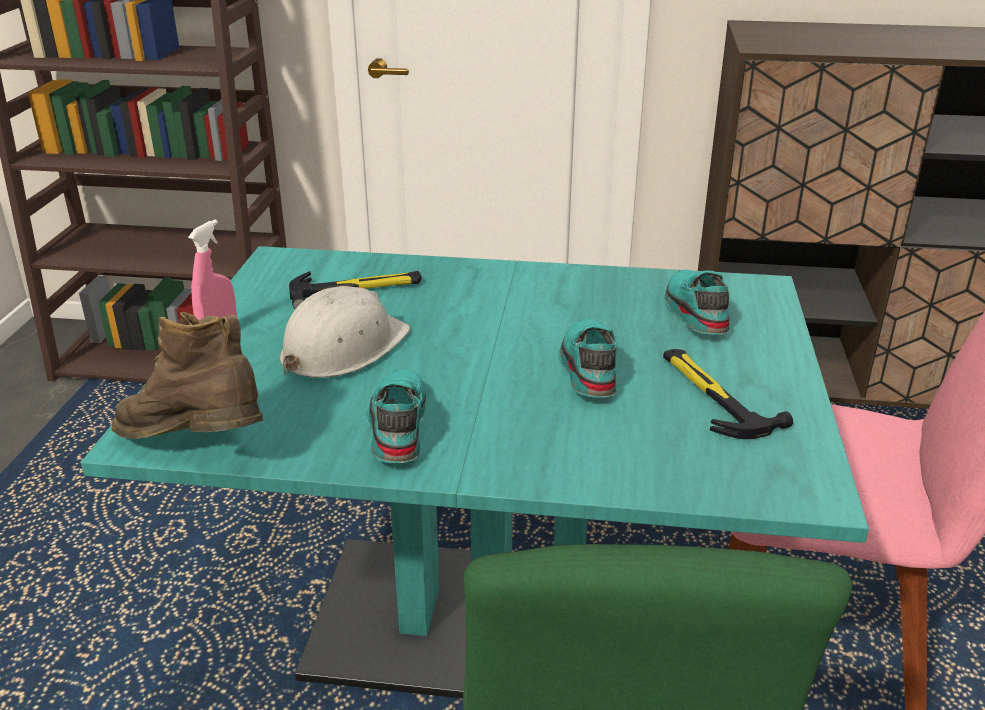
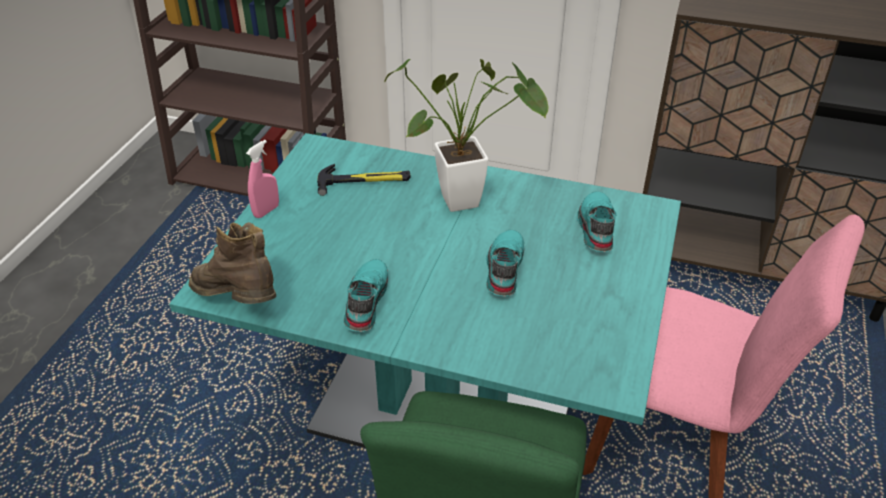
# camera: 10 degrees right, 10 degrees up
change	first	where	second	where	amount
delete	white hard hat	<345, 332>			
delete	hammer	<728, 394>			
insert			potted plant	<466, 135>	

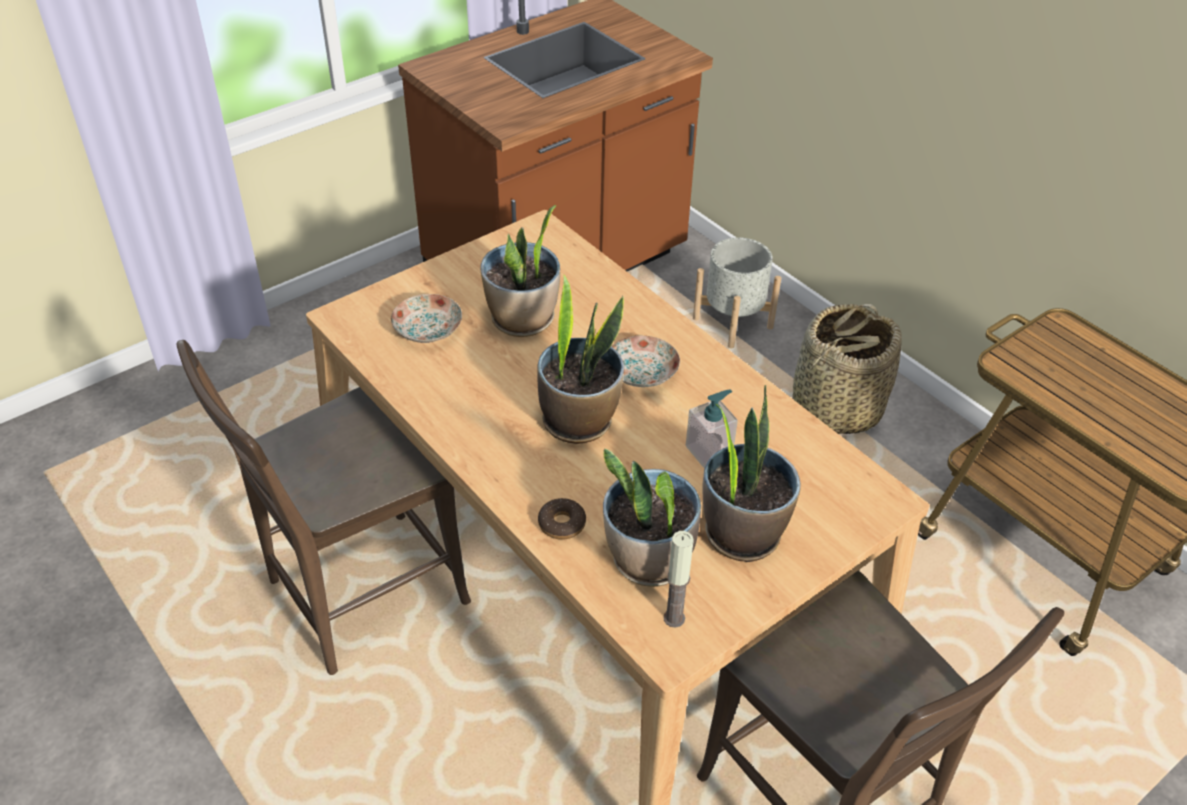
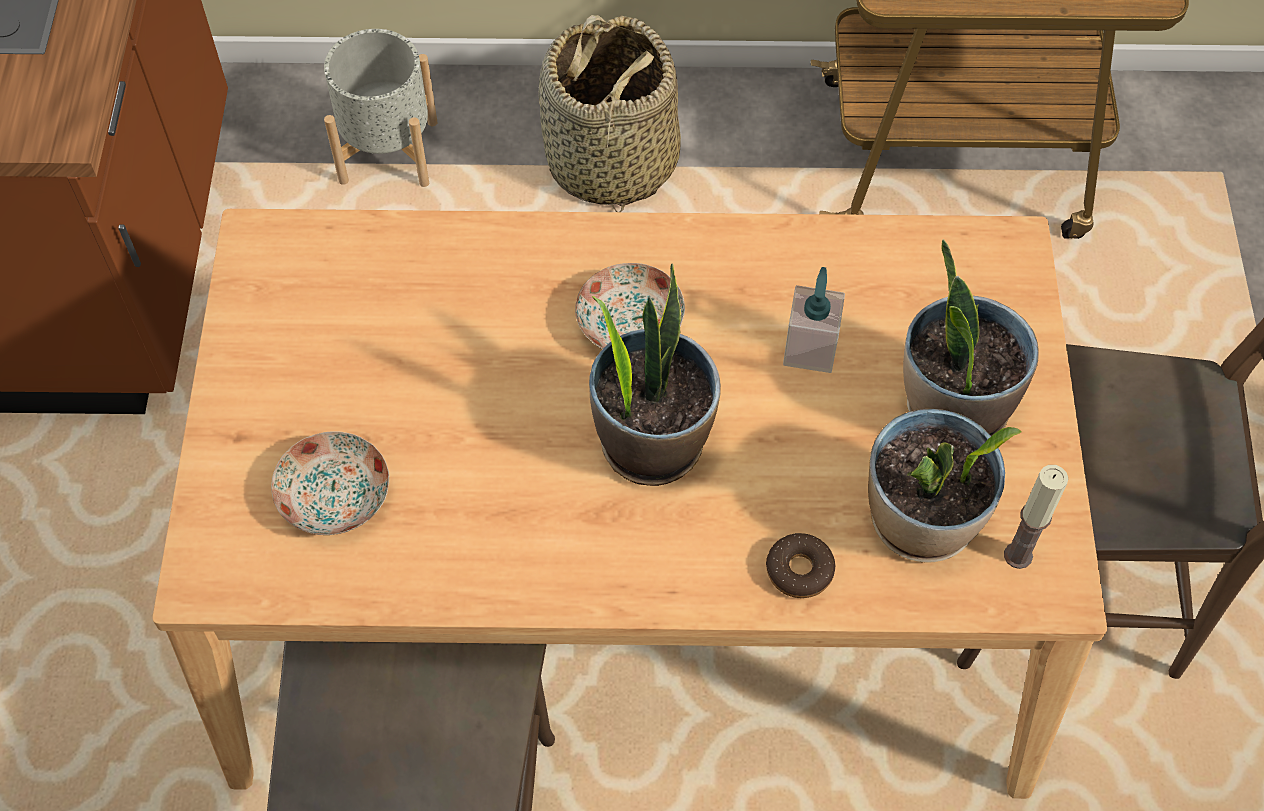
# camera: 50 degrees left, 15 degrees up
change	first	where	second	where	amount
delete	potted plant	<520, 271>			

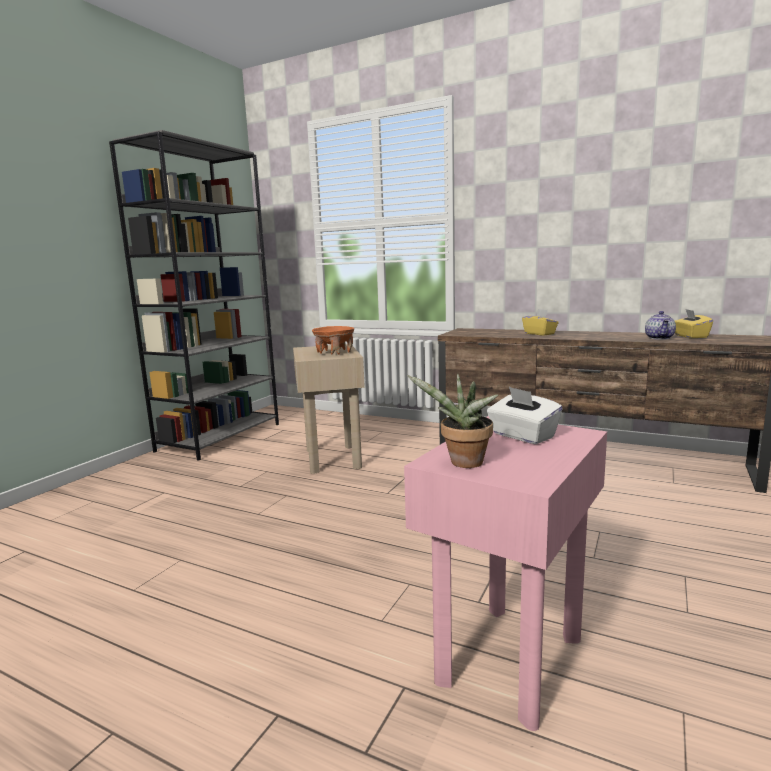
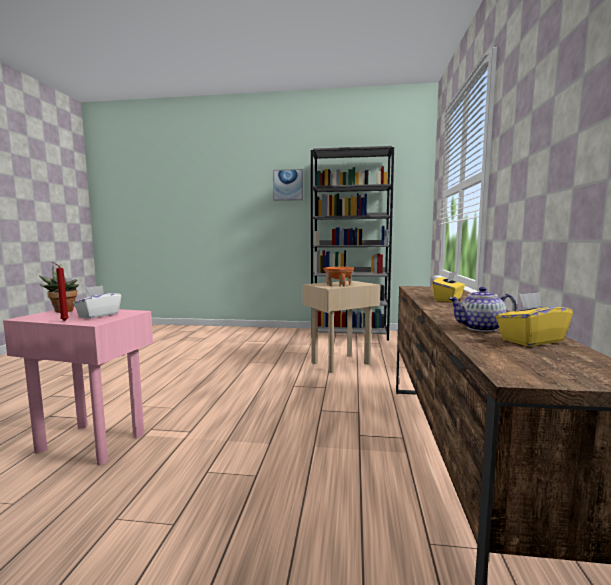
# camera: 70 degrees right, 5 degrees down
change	first	where	second	where	amount
insert			picture	<288, 185>	
insert			red candle	<60, 291>	

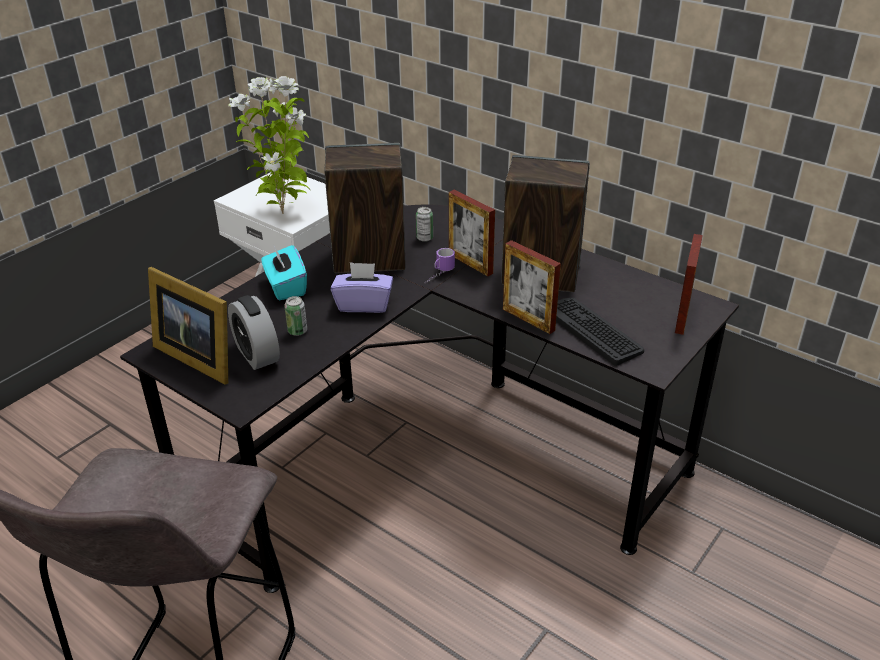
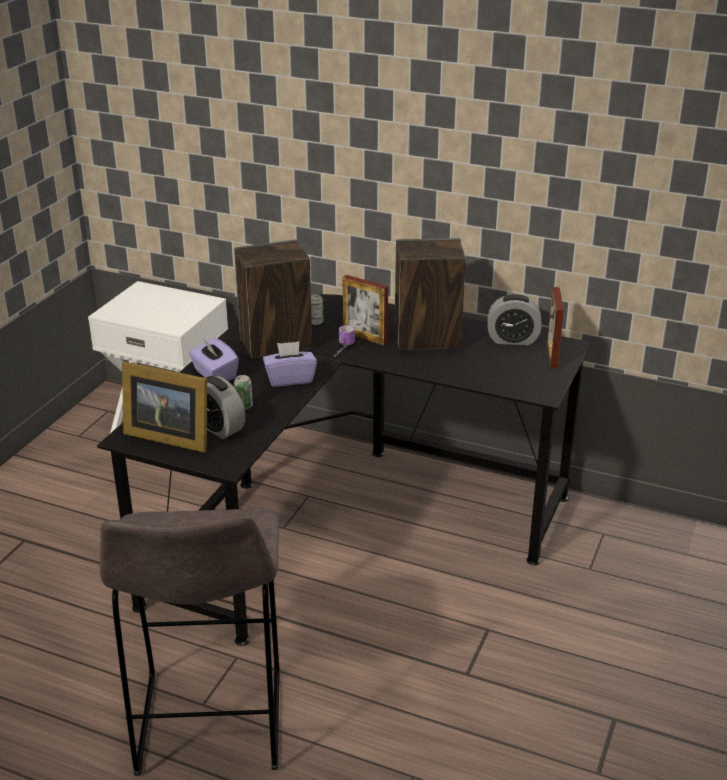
# camera: 15 degrees left, 5 degrees down
change	first	where	second	where	amount
delete	potted plant	<269, 145>			
delete	picture frame	<532, 287>			
recolor	turquoise tissue box	<284, 272>	purple tissue box	<214, 359>	
delete	keyboard	<600, 332>			
insert			alarm clock	<514, 319>	

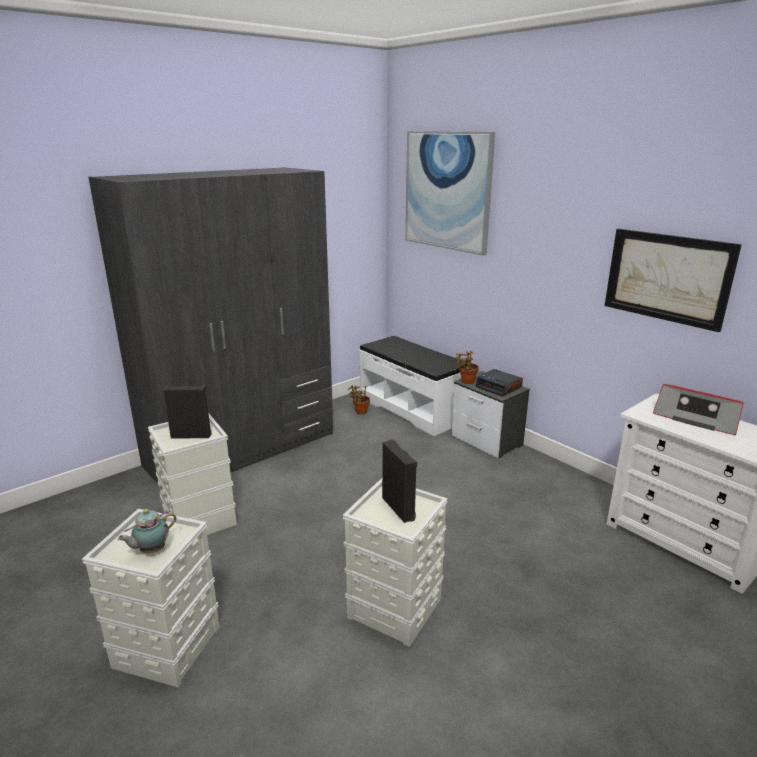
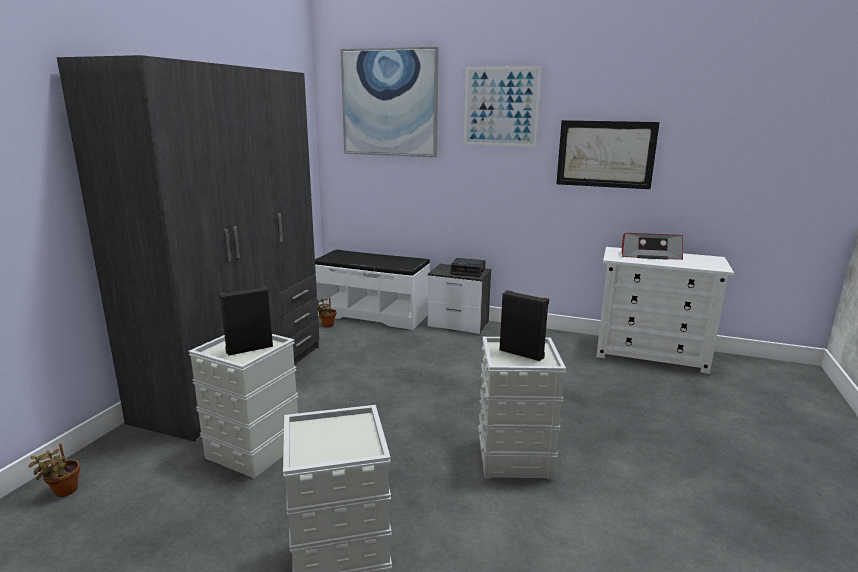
# camera: 30 degrees left, 5 degrees down
change	first	where	second	where	amount
move	potted plant	<467, 367>		<54, 470>	
delete	teapot	<147, 531>			
insert			picture	<503, 106>	

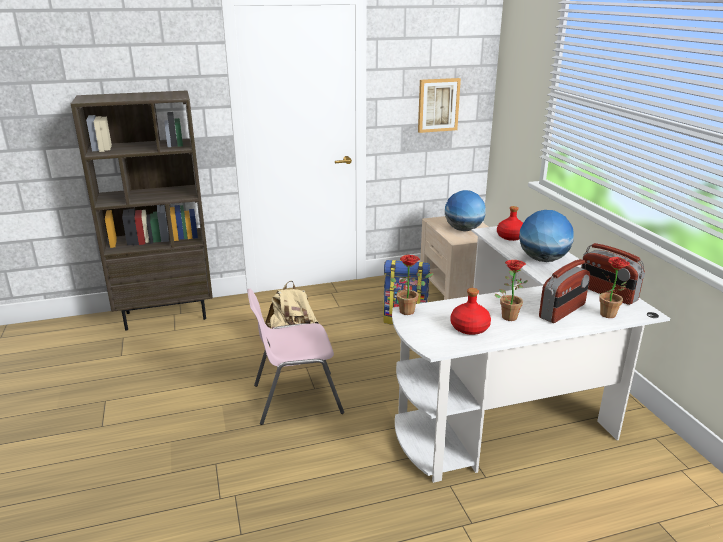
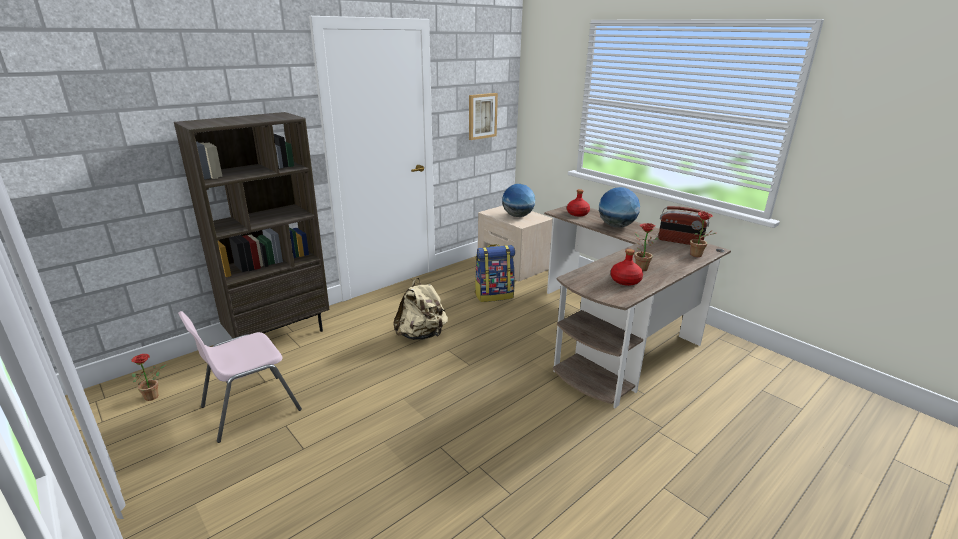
# camera: 25 degrees left, 0 degrees up
change	first	where	second	where	amount
recolor	white desk	<531, 354>	brown desk	<637, 307>	
move	potted plant	<411, 285>		<149, 377>	
delete	radio	<564, 291>			
move	pink chair	<295, 356>		<240, 377>	

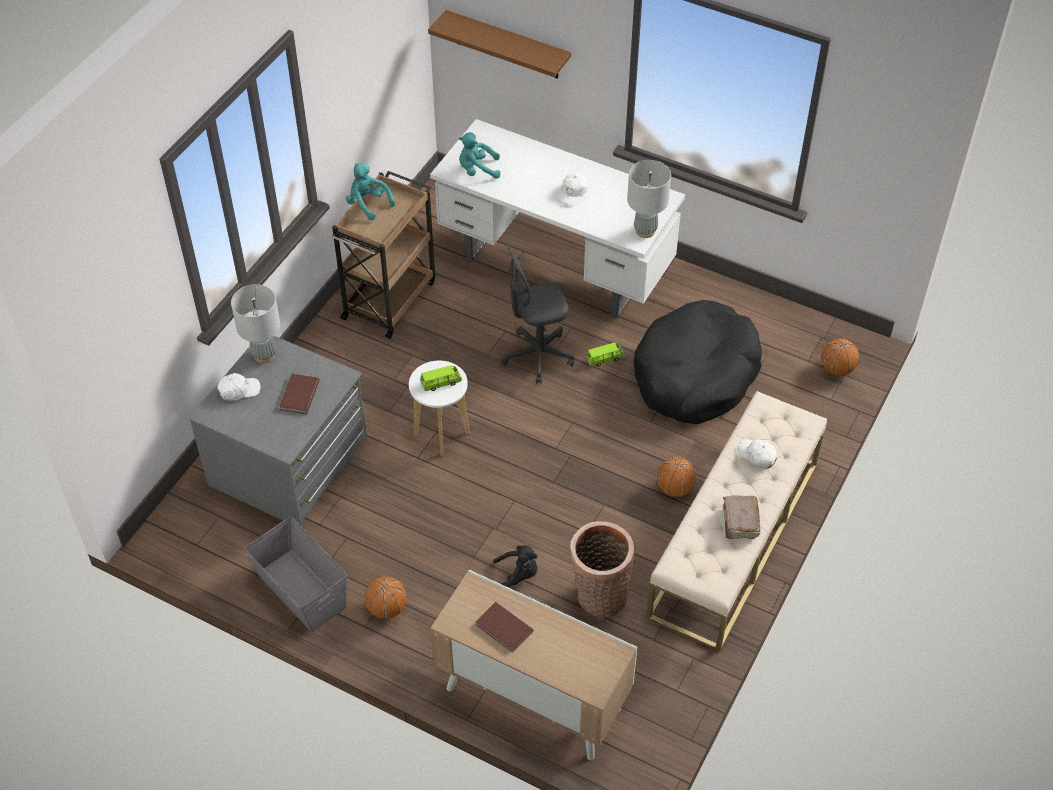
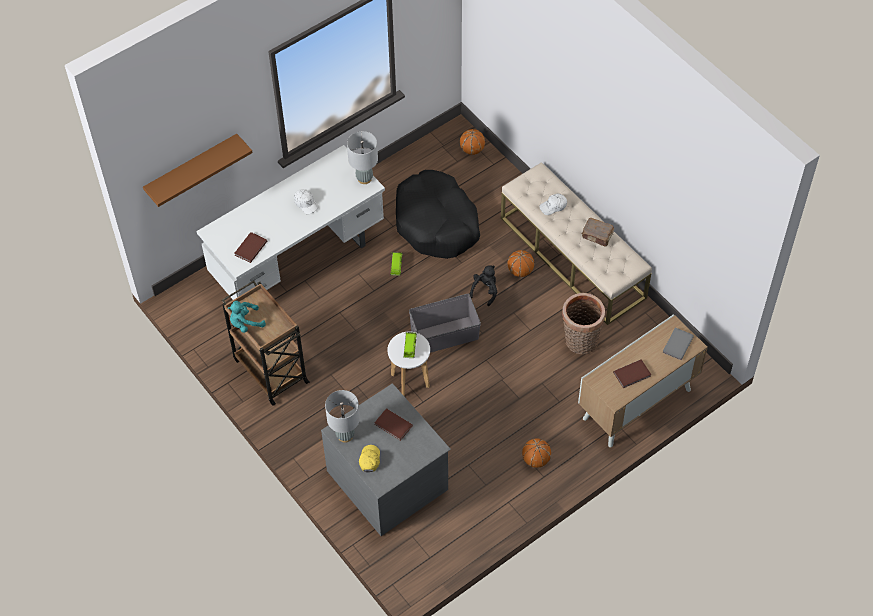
# camera: 65 degrees left, 5 degrees up
change	first	where	second	where	amount
replace	turquoise plush toy	<479, 155>	brown book	<250, 247>	
delete	grey office chair	<537, 314>			
recolor	white cap	<238, 387>	yellow cap	<369, 458>	
move	grey storage box	<296, 574>		<445, 323>	
move	black plush toy	<515, 566>		<483, 285>	
insert			grey book	<678, 343>	

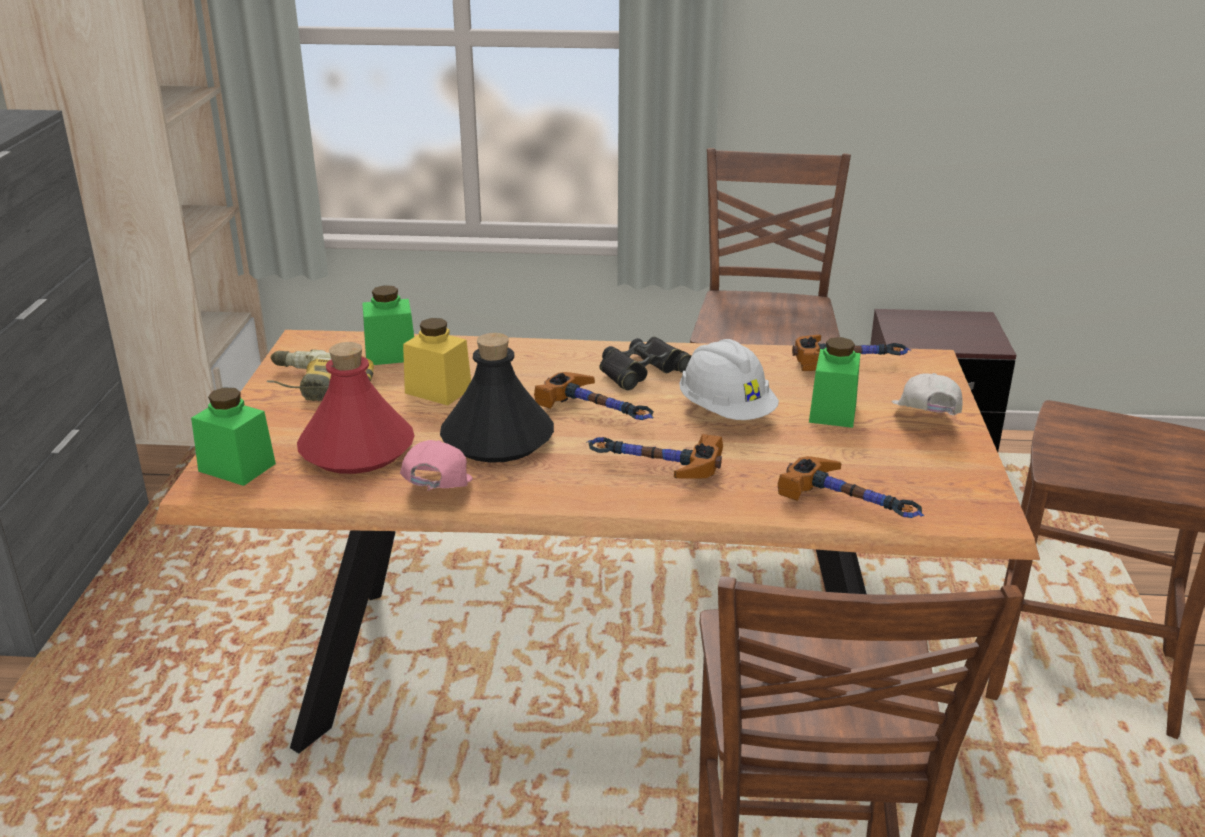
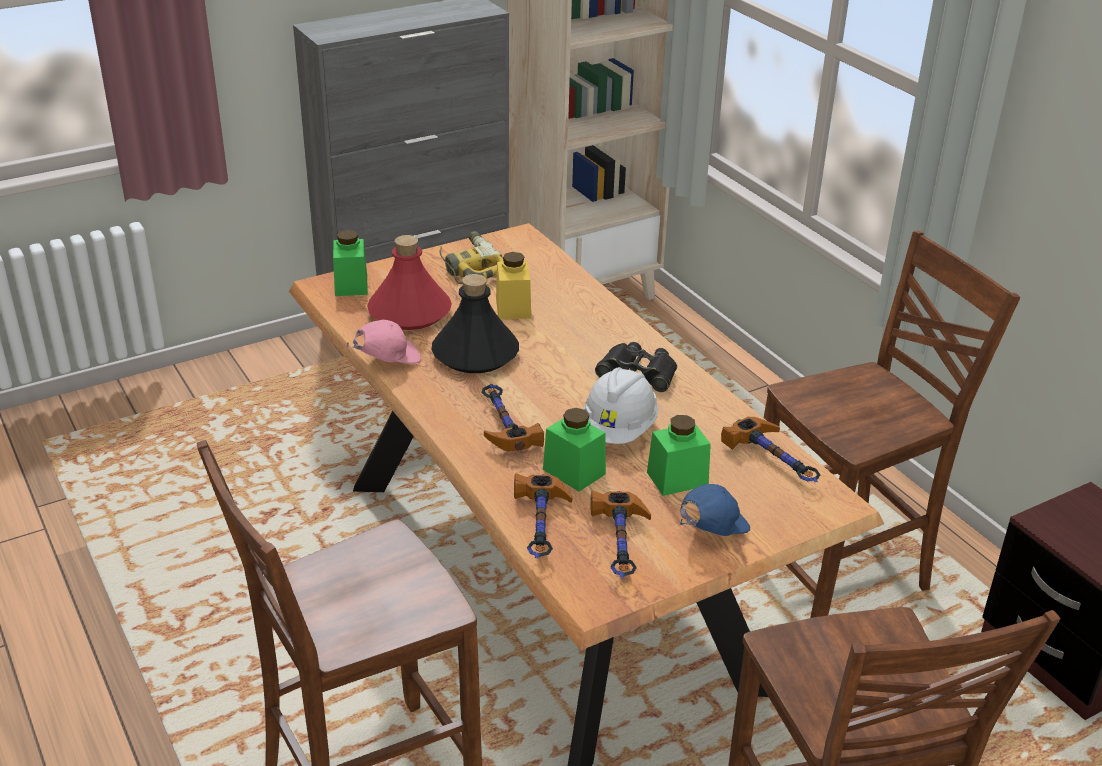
# camera: 55 degrees right, 5 degrees up
change	first	where	second	where	amount
move	green jar	<388, 325>		<574, 450>	
move	hammer	<594, 396>		<620, 534>	
recolor	white cap	<927, 394>	blue cap	<715, 510>	

